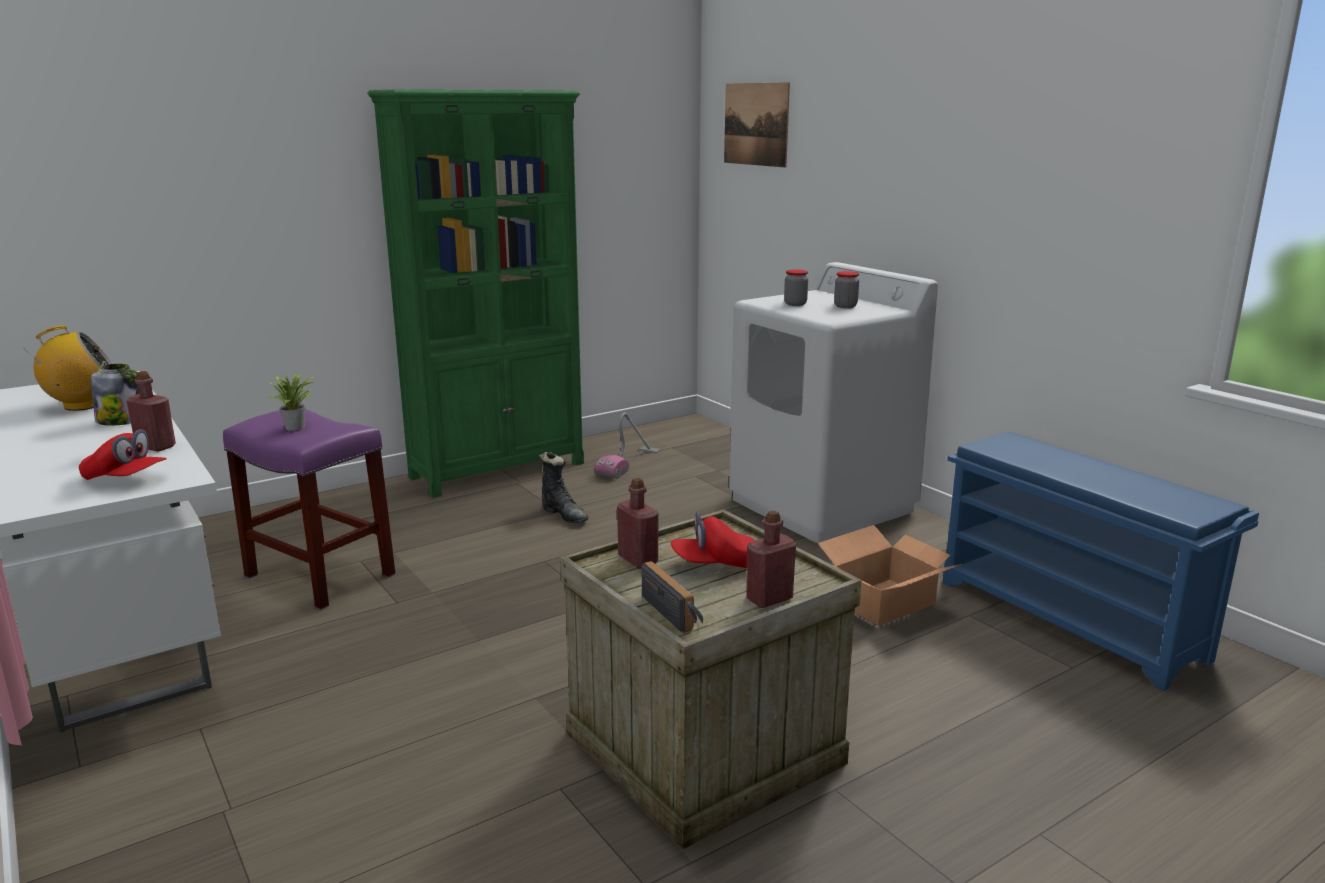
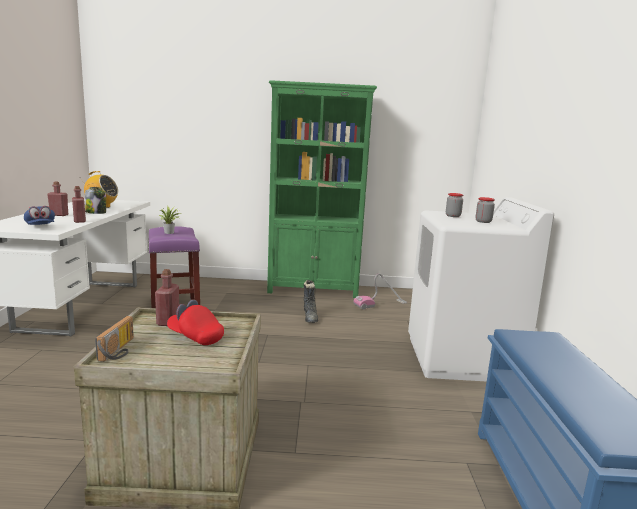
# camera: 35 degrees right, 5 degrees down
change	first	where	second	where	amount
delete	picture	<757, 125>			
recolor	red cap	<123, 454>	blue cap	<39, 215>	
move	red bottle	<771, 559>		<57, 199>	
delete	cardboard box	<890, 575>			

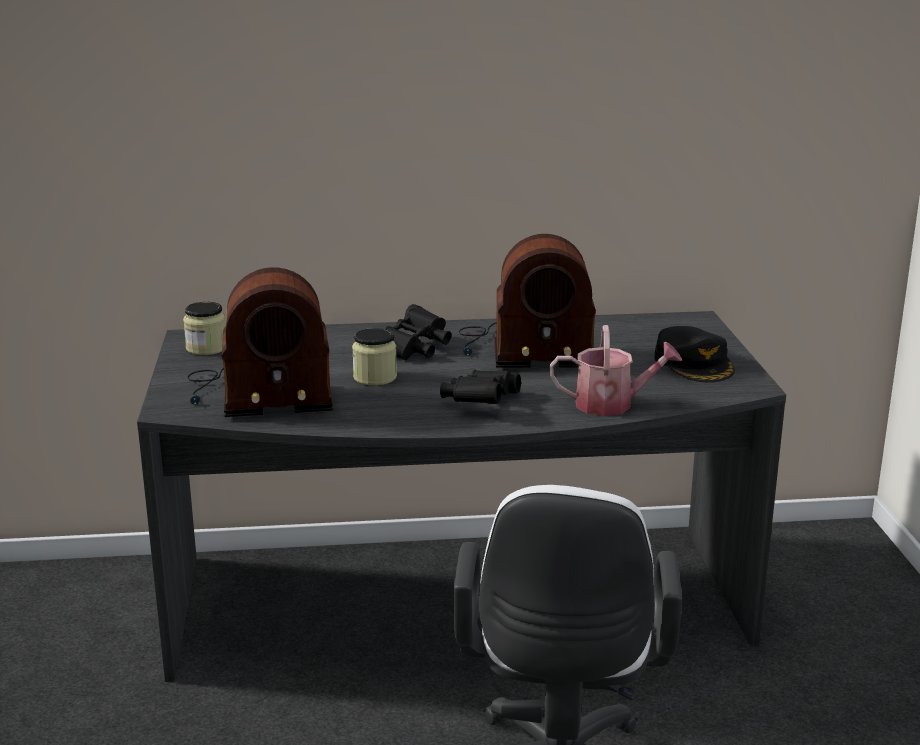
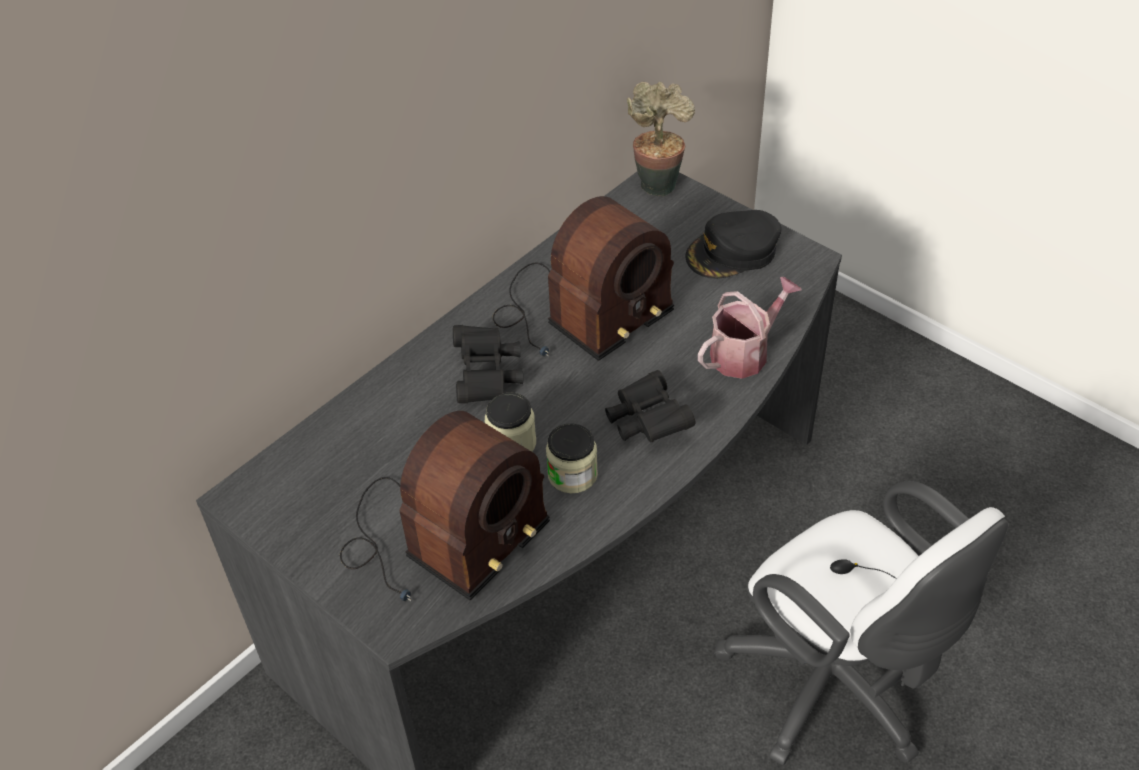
# camera: 40 degrees left, 25 degrees up
change	first	where	second	where	amount
move	jar	<204, 328>		<572, 458>	
rotate	black cap	<694, 354>		<734, 244>	120 degrees clockwise
insert			potted plant	<661, 139>	

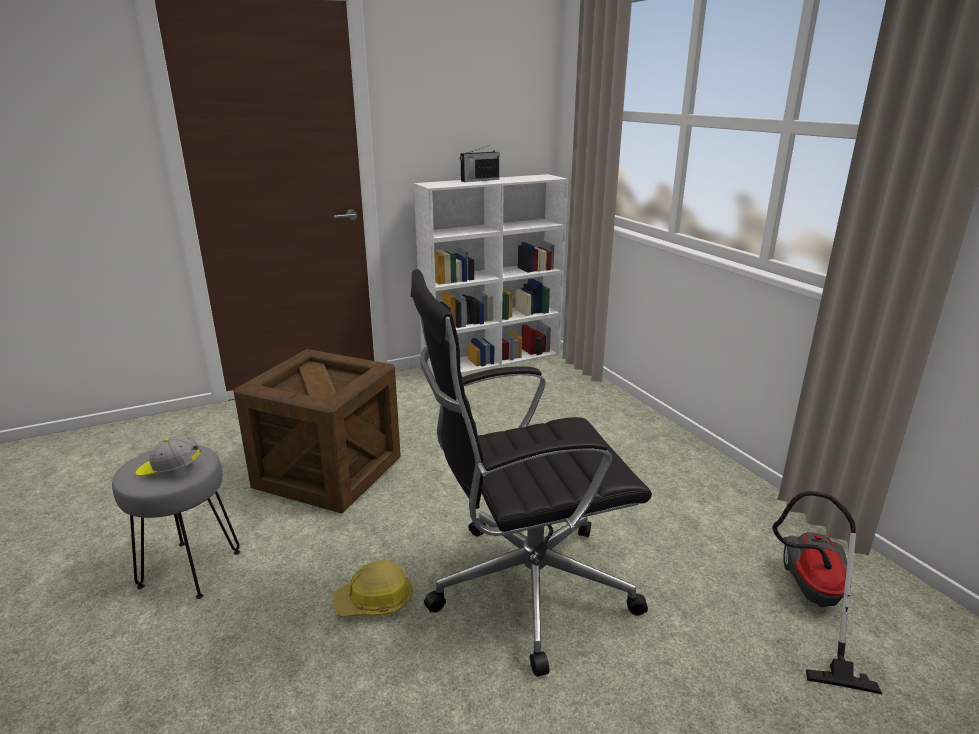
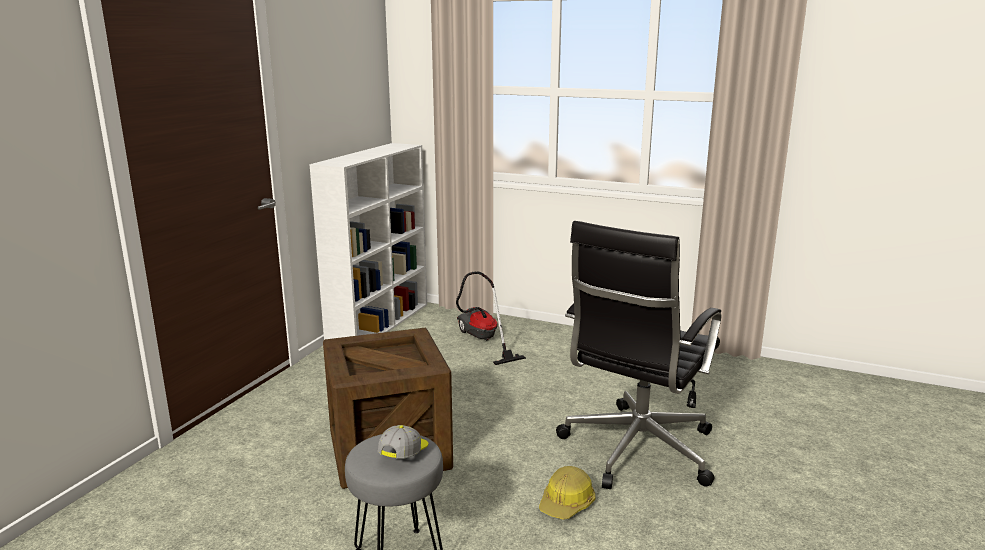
# camera: 40 degrees left, 5 degrees down
change	first	where	second	where	amount
delete	radio	<479, 163>			
rotate	cap	<169, 456>		<403, 442>	150 degrees clockwise
move	vacuum cleaner	<827, 592>		<491, 318>	

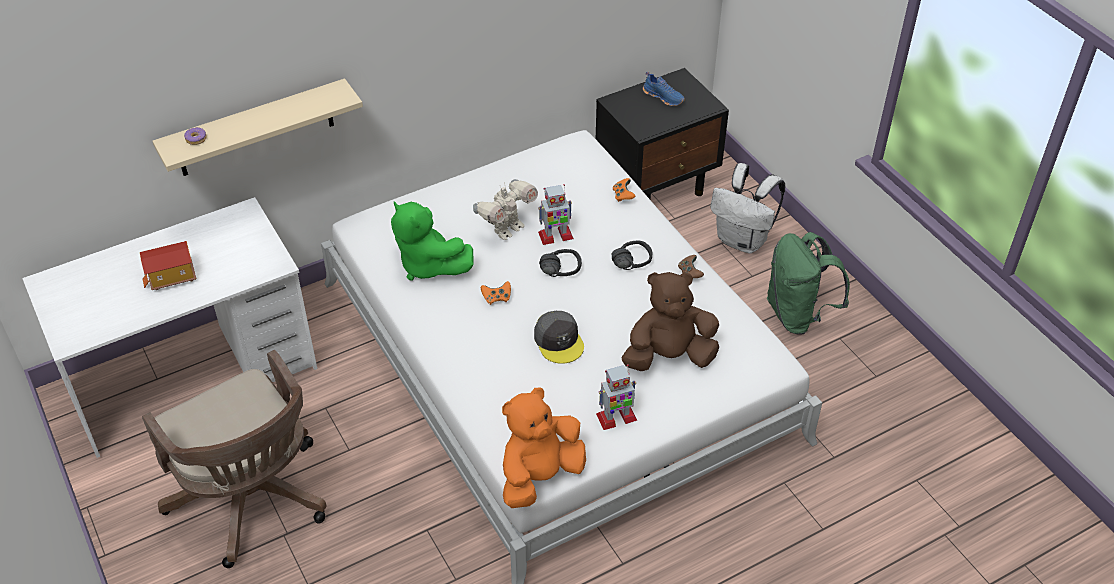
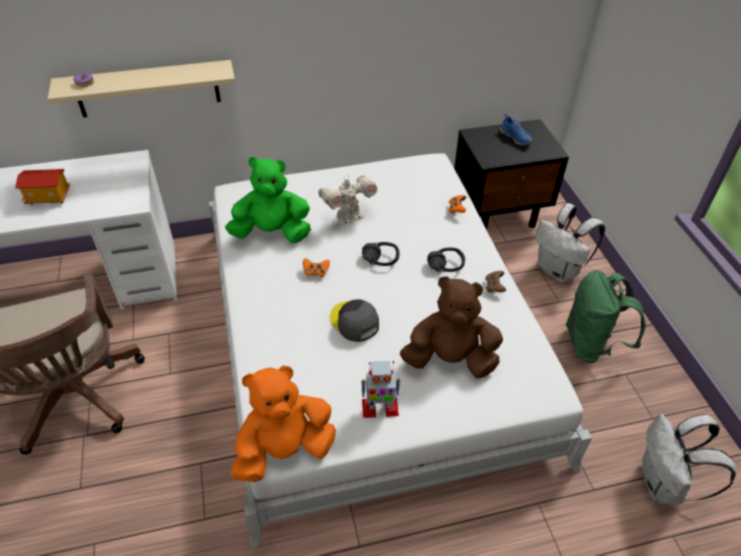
# camera: 15 degrees right, 0 degrees up
change	first	where	second	where	amount
delete	toy robot	<556, 214>			
rotate	green plush toy	<432, 240>		<268, 199>	120 degrees clockwise
rotate	grey cap	<559, 337>		<354, 320>	150 degrees clockwise
insert			white backpack	<689, 459>	

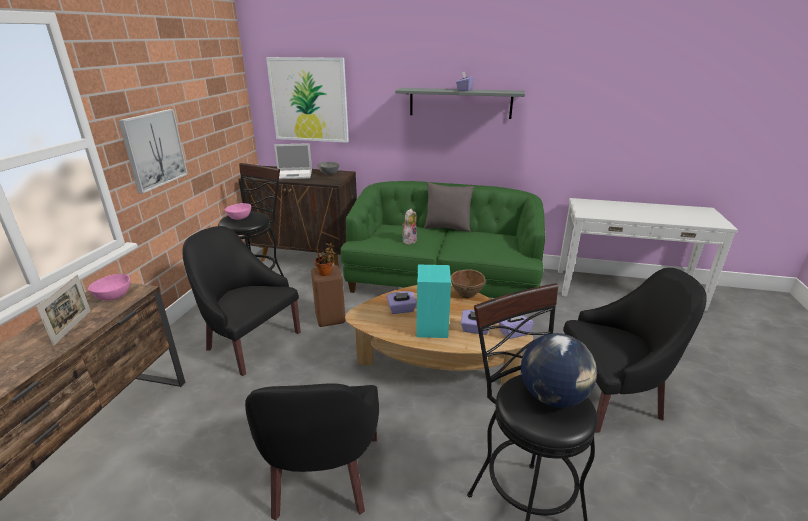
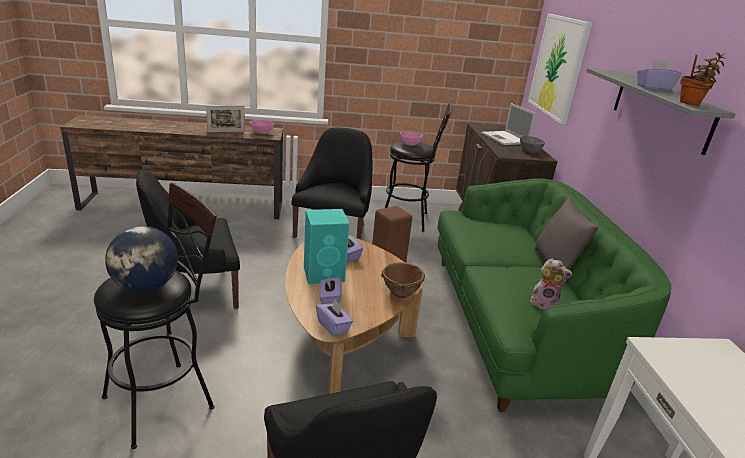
# camera: 70 degrees right, 0 degrees up
change	first	where	second	where	amount
delete	picture	<153, 151>			
move	plush toy	<409, 227>		<551, 284>	
move	potted plant	<325, 259>		<703, 79>	

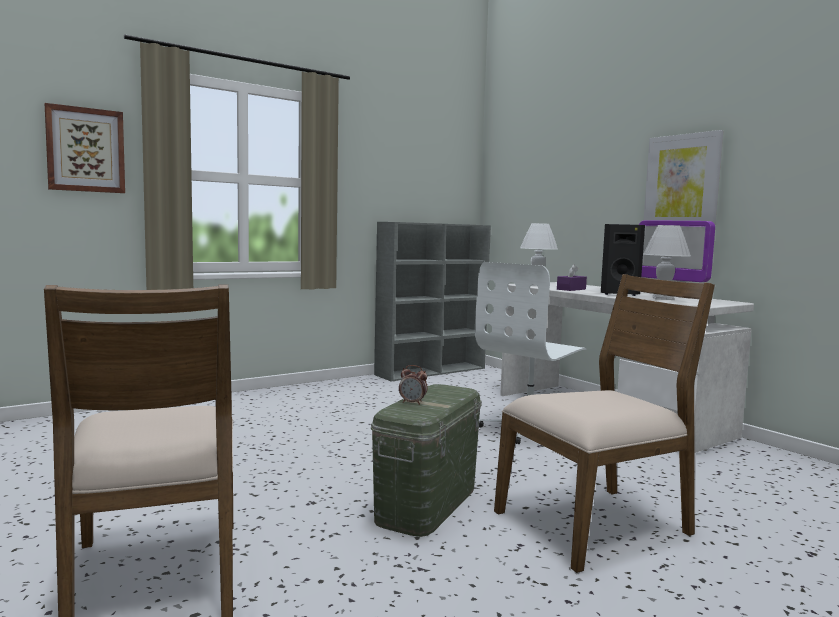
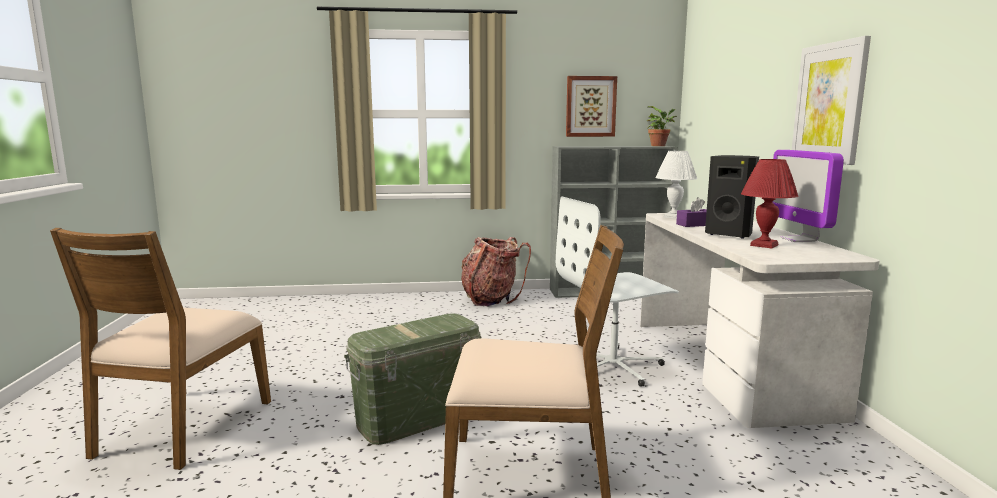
# camera: 30 degrees right, 5 degrees up
change	first	where	second	where	amount
move	picture	<85, 148>		<591, 106>	
recolor	white table lamp	<667, 262>	red table lamp	<770, 203>	
delete	alarm clock	<413, 385>			
insert			potted plant	<662, 126>	
insert			backpack	<496, 271>	

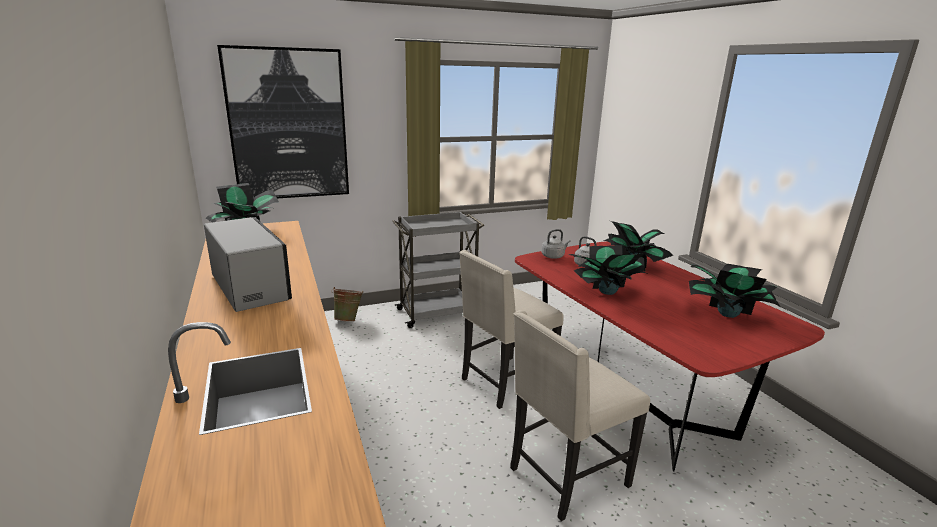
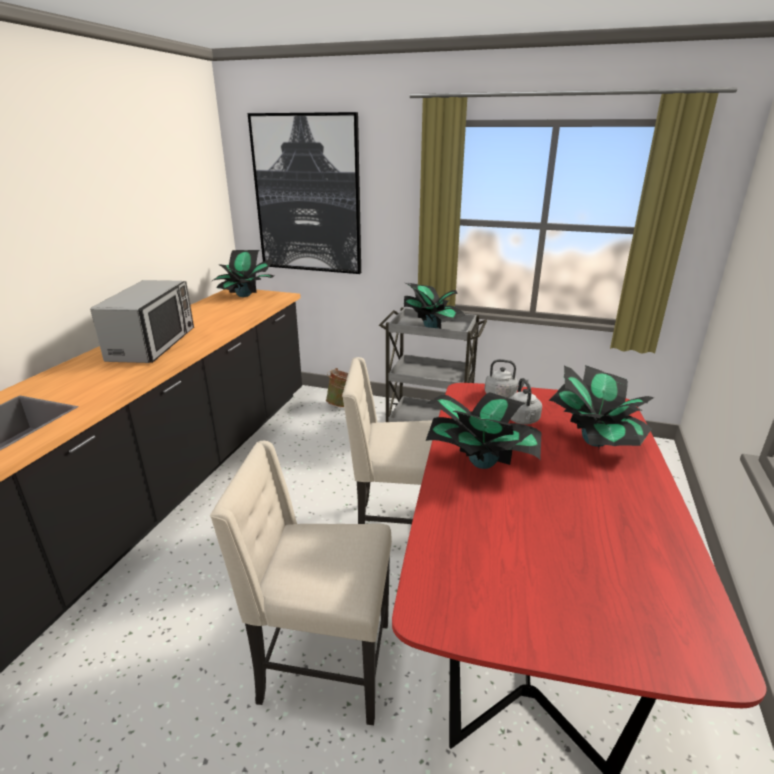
# camera: 40 degrees right, 5 degrees up
change	first	where	second	where	amount
move	potted plant	<735, 291>		<434, 306>	

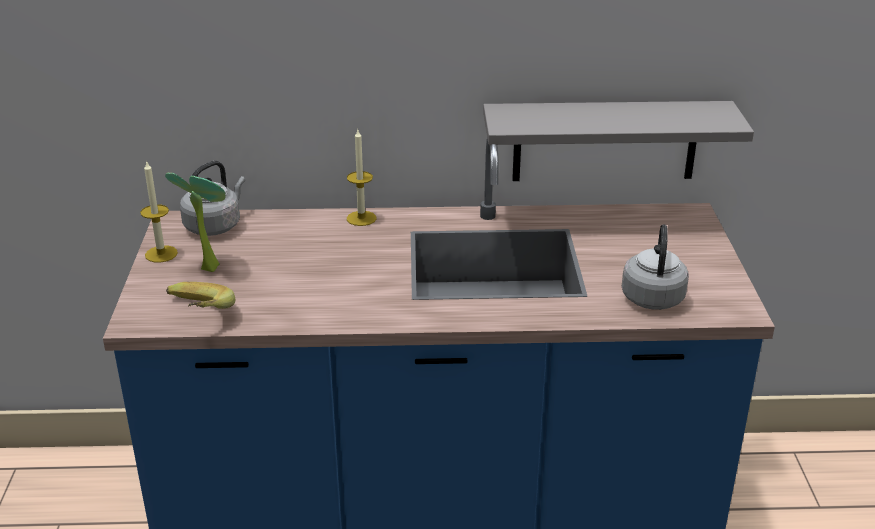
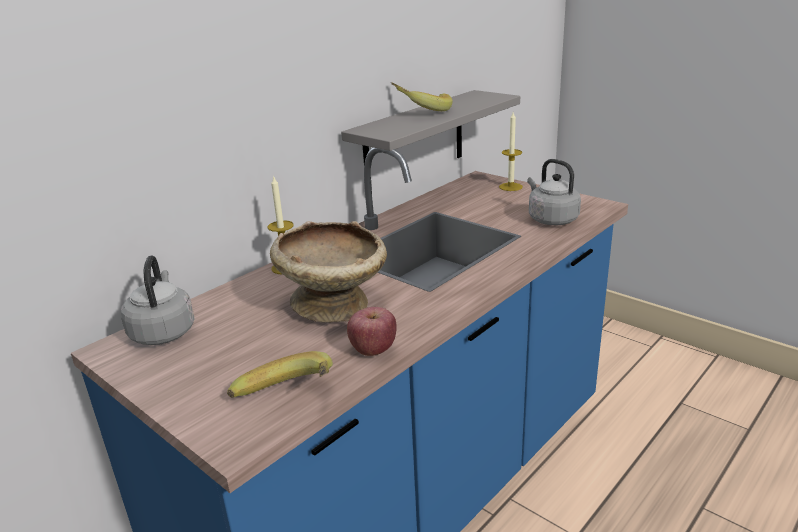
# camera: 45 degrees left, 5 degrees down
change	first	where	second	where	amount
move	candle	<159, 211>		<511, 151>	
delete	potted plant	<195, 222>			
insert			banana	<422, 96>	
insert			beige bowl	<328, 272>	
insert			apple	<372, 331>	

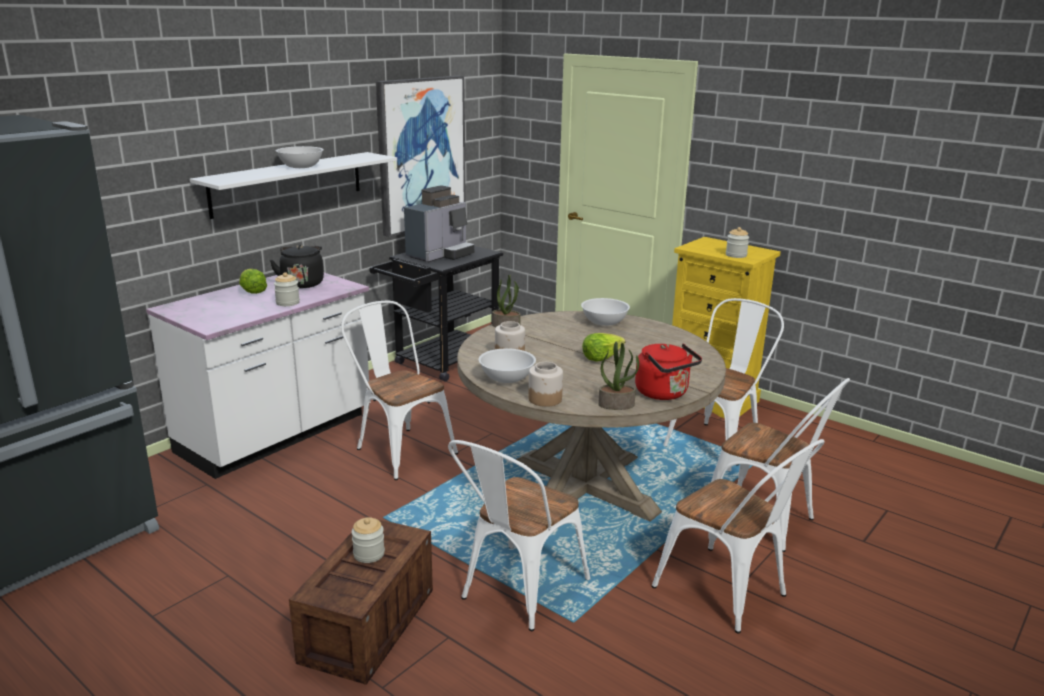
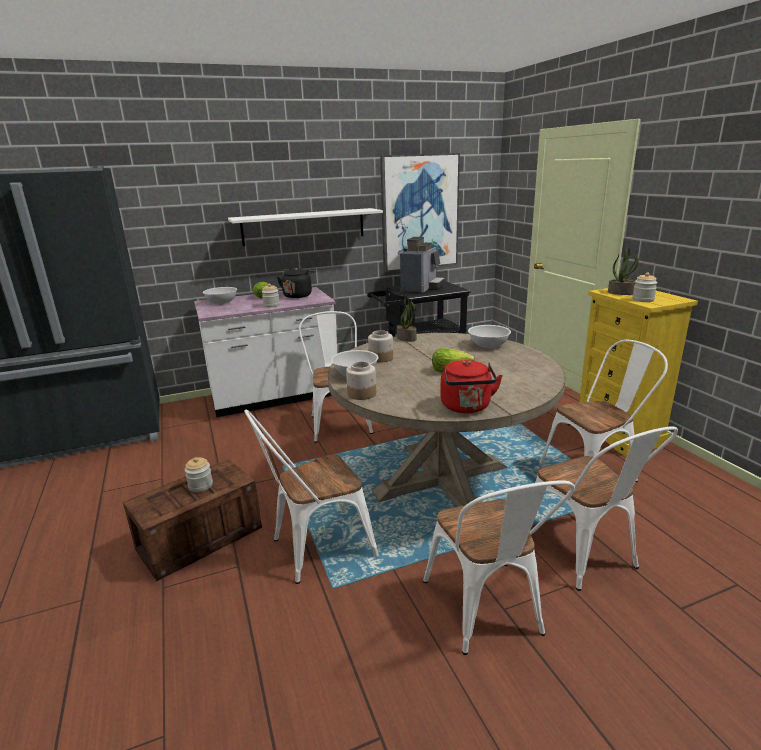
# camera: 30 degrees right, 0 degrees up
change	first	where	second	where	amount
move	white bowl	<300, 157>		<220, 295>	
rotate	coffee machine	<439, 223>		<422, 265>	45 degrees counterclockwise
move	potted plant	<618, 375>		<623, 271>	

